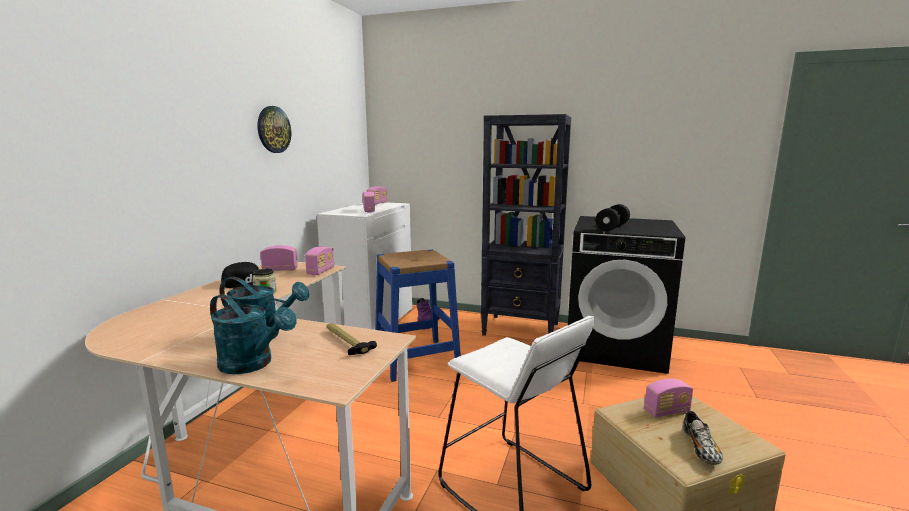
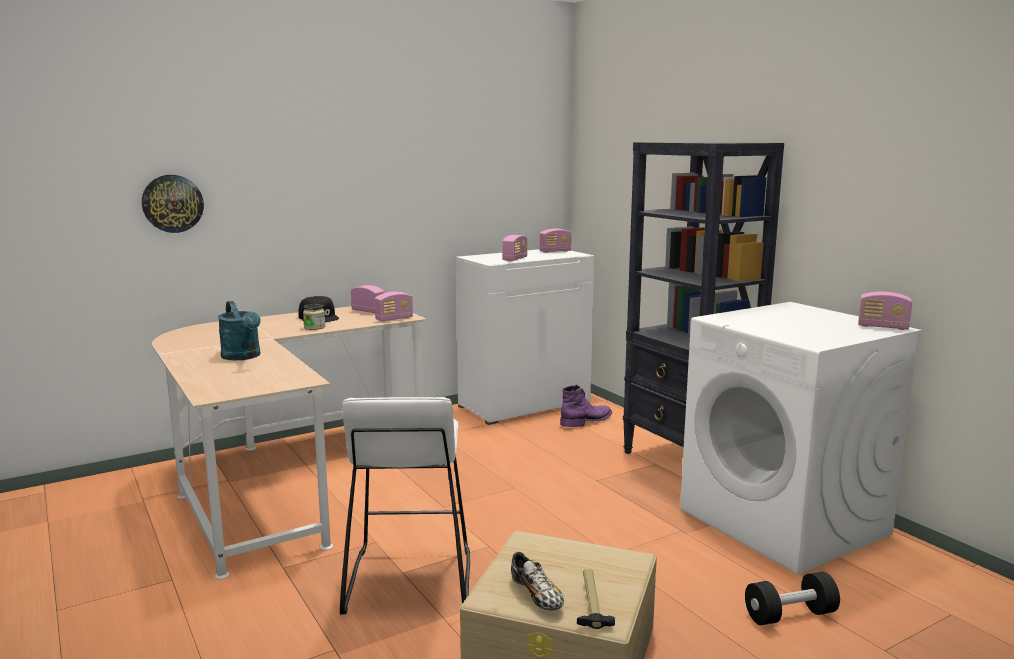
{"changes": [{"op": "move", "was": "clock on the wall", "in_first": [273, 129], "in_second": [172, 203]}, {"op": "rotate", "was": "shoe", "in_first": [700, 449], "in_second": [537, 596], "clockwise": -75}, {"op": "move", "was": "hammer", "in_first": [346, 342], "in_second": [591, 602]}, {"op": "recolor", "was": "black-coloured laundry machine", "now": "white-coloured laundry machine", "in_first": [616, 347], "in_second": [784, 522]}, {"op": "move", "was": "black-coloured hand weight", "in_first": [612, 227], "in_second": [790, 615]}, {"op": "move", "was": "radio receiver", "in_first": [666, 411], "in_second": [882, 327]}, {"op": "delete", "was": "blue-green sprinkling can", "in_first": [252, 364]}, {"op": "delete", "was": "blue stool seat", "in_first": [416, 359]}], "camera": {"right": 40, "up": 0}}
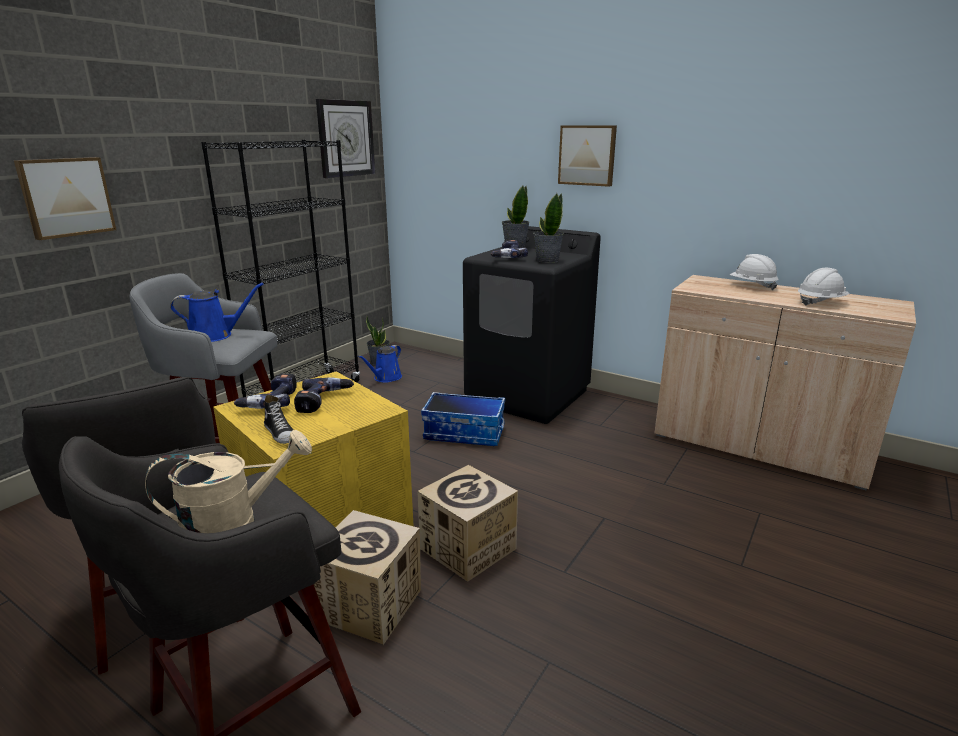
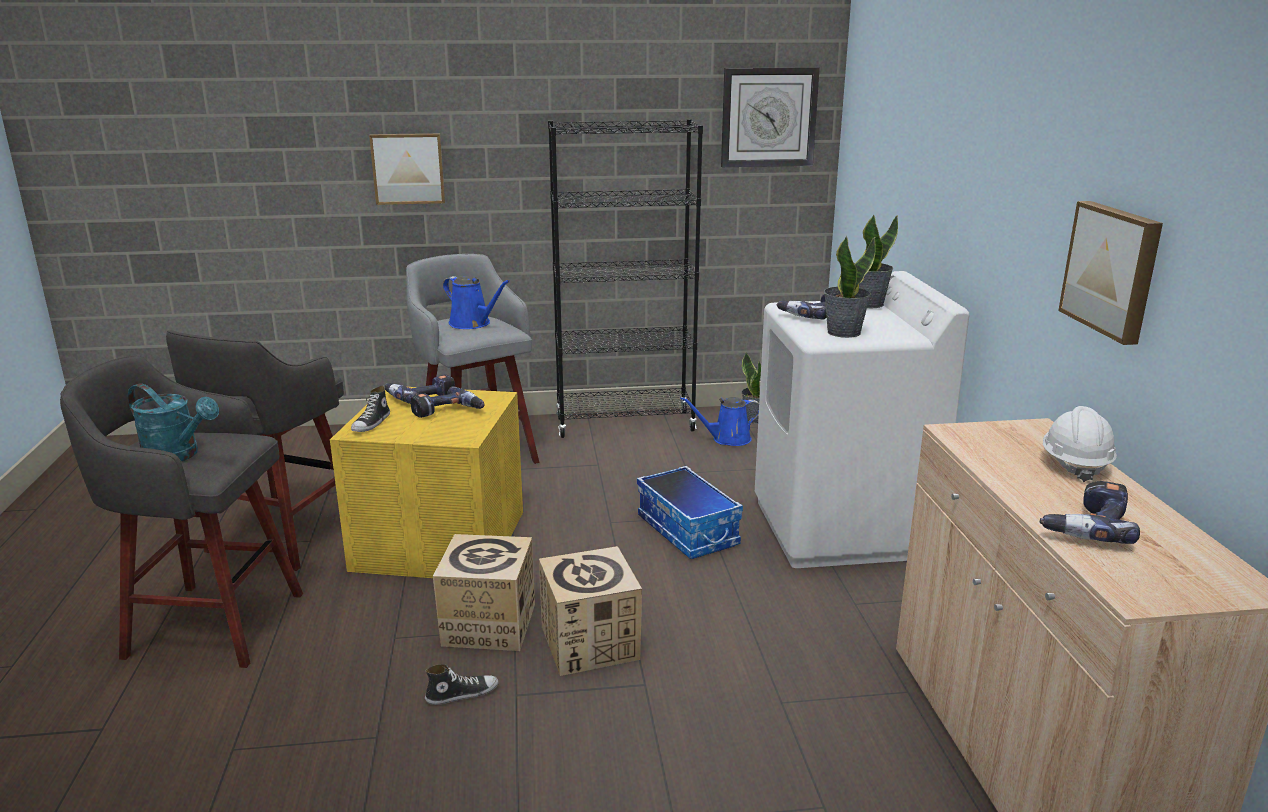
{"changes": [{"op": "recolor", "was": "sand-coloured sprinkling can", "now": "blue-green sprinkling can", "in_first": [234, 526], "in_second": [178, 456]}, {"op": "insert", "now": "shoe", "in_second": [462, 694]}, {"op": "move", "was": "packing box", "in_first": [370, 604], "in_second": [590, 643]}, {"op": "recolor", "was": "black-coloured laundry machine", "now": "white-coloured laundry machine", "in_first": [528, 396], "in_second": [841, 528]}, {"op": "replace", "was": "white-coloured safety helmet", "now": "power drill", "in_first": [820, 302], "in_second": [1086, 526]}, {"op": "move", "was": "picture", "in_first": [587, 155], "in_second": [1113, 270]}], "camera": {"right": 50, "up": 0}}
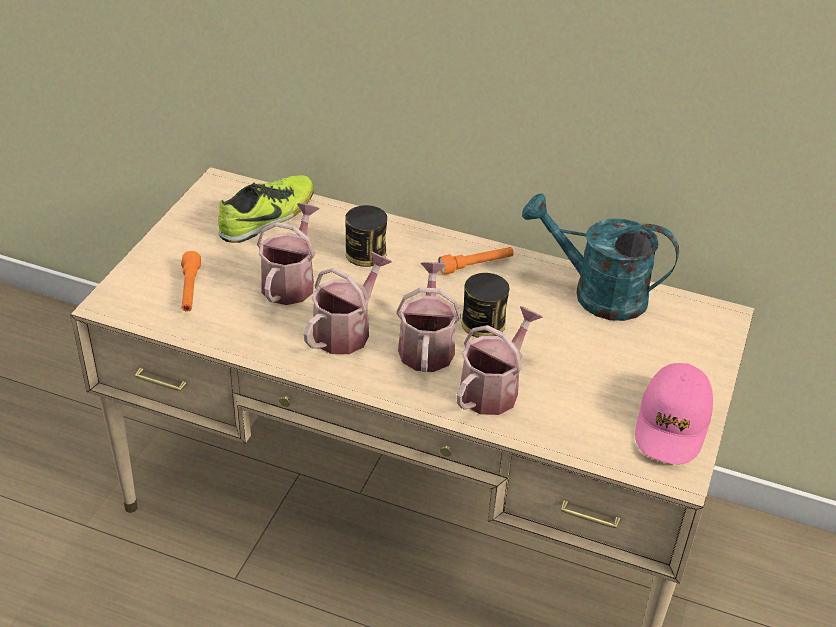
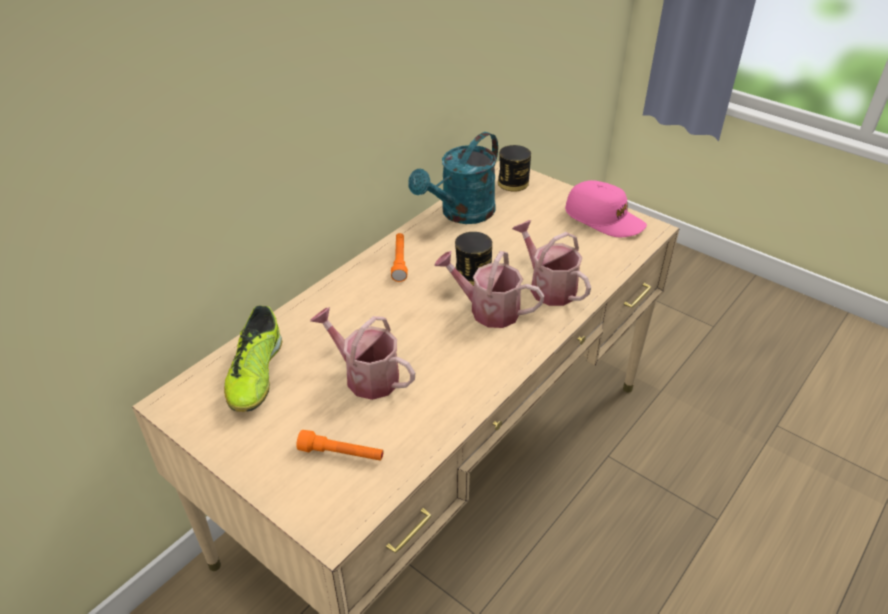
{"changes": [{"op": "rotate", "was": "shoe", "in_first": [268, 217], "in_second": [255, 374], "clockwise": -150}, {"op": "move", "was": "metal can", "in_first": [365, 254], "in_second": [513, 183]}, {"op": "delete", "was": "sprinkling can", "in_first": [346, 330]}], "camera": {"right": -70, "up": 0}}
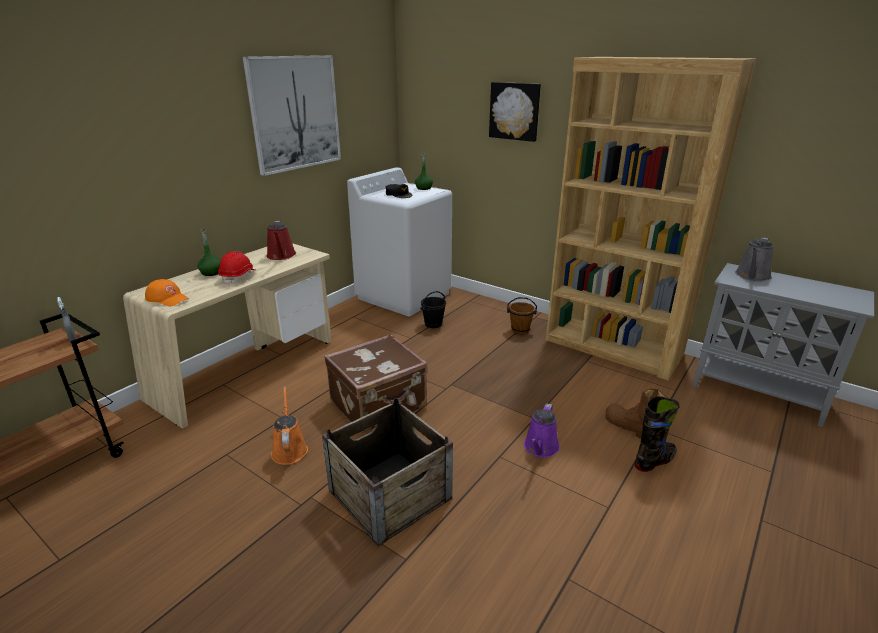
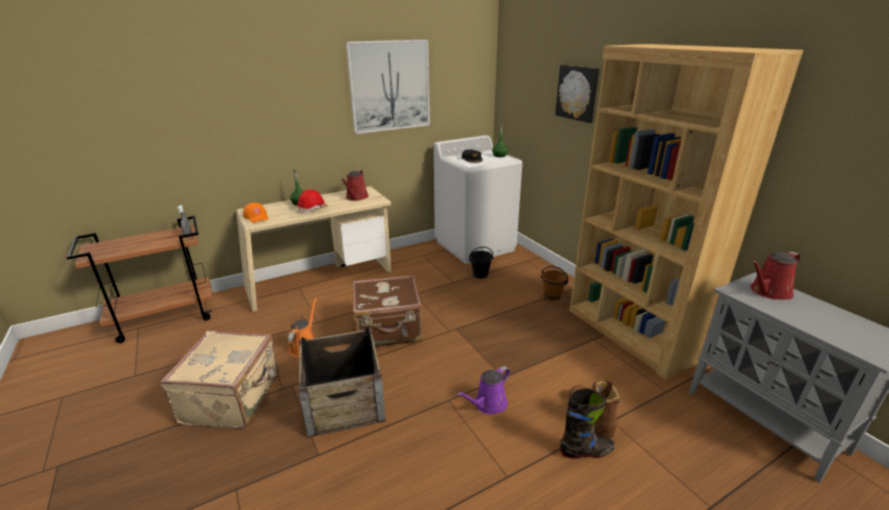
{"changes": [{"op": "insert", "now": "sand-coloured travel case", "in_second": [233, 398]}, {"op": "recolor", "was": "greyish sprinkling can", "now": "reddish sprinkling can", "in_first": [752, 276], "in_second": [768, 292]}], "camera": {"right": 25, "up": 0}}
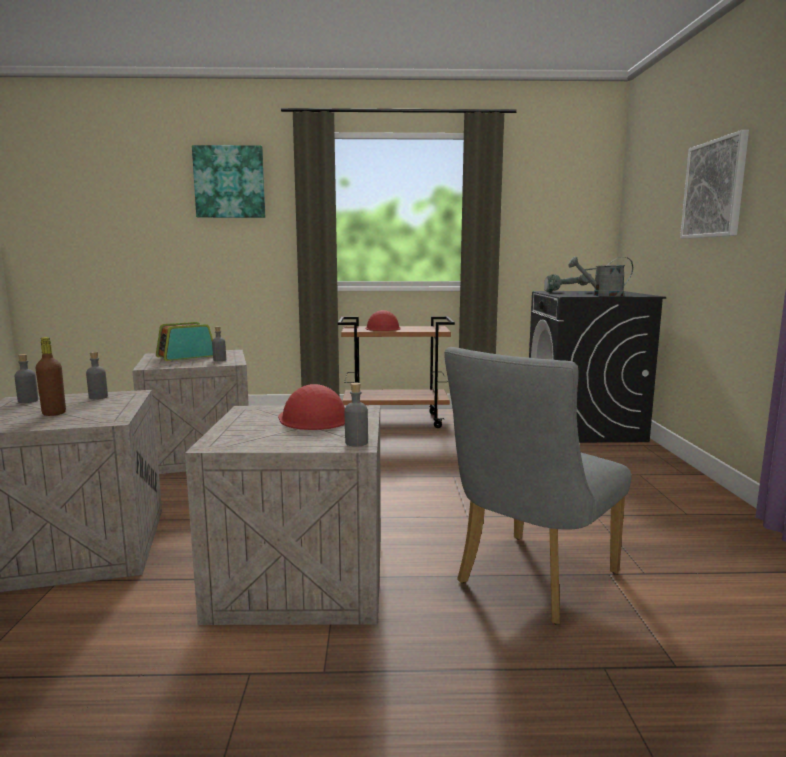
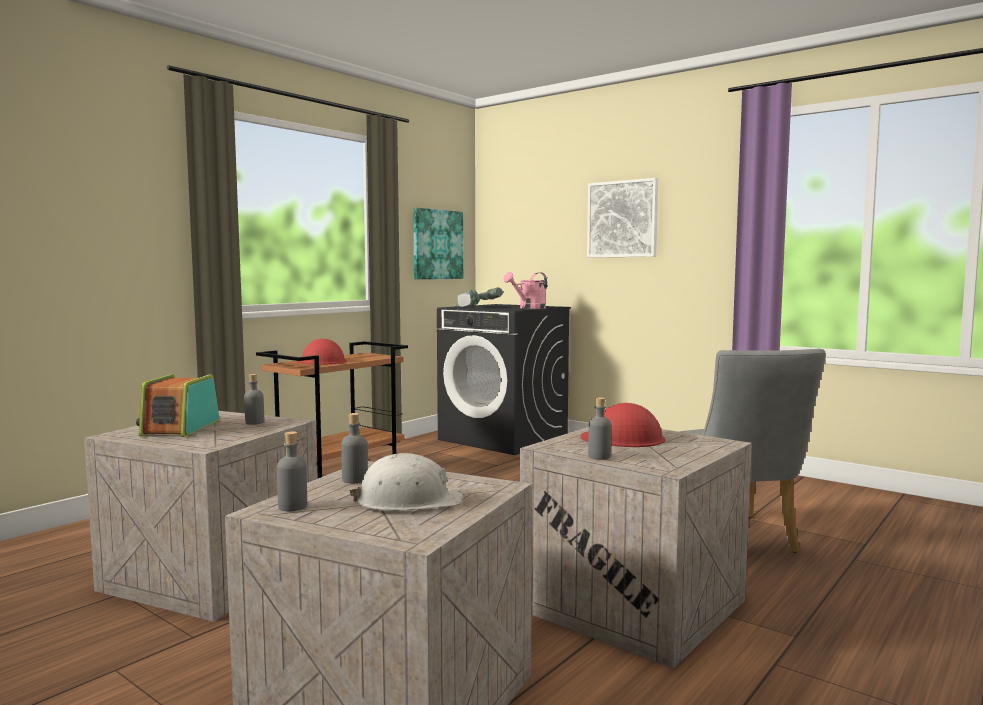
{"changes": [{"op": "replace", "was": "brownish beverage bottle", "now": "white-coloured safety helmet", "in_first": [54, 413], "in_second": [408, 501]}, {"op": "move", "was": "picture", "in_first": [229, 182], "in_second": [437, 244]}, {"op": "recolor", "was": "greyish sprinkling can", "now": "pink sprinkling can", "in_first": [602, 295], "in_second": [528, 308]}, {"op": "move", "was": "greyish beverage bottle", "in_first": [356, 443], "in_second": [599, 456]}], "camera": {"right": -50, "up": -5}}
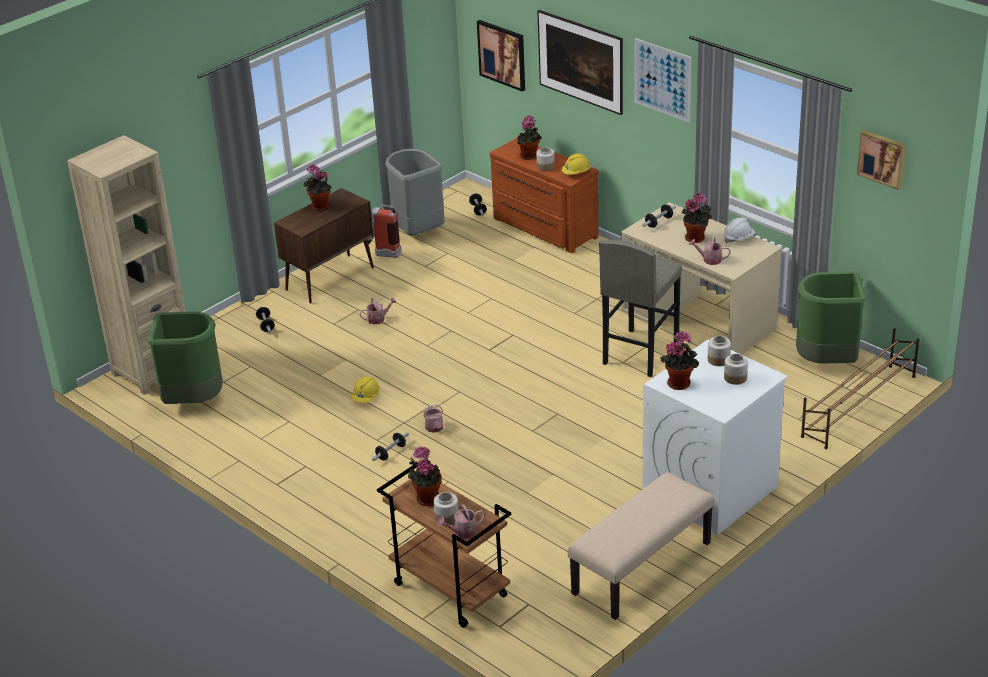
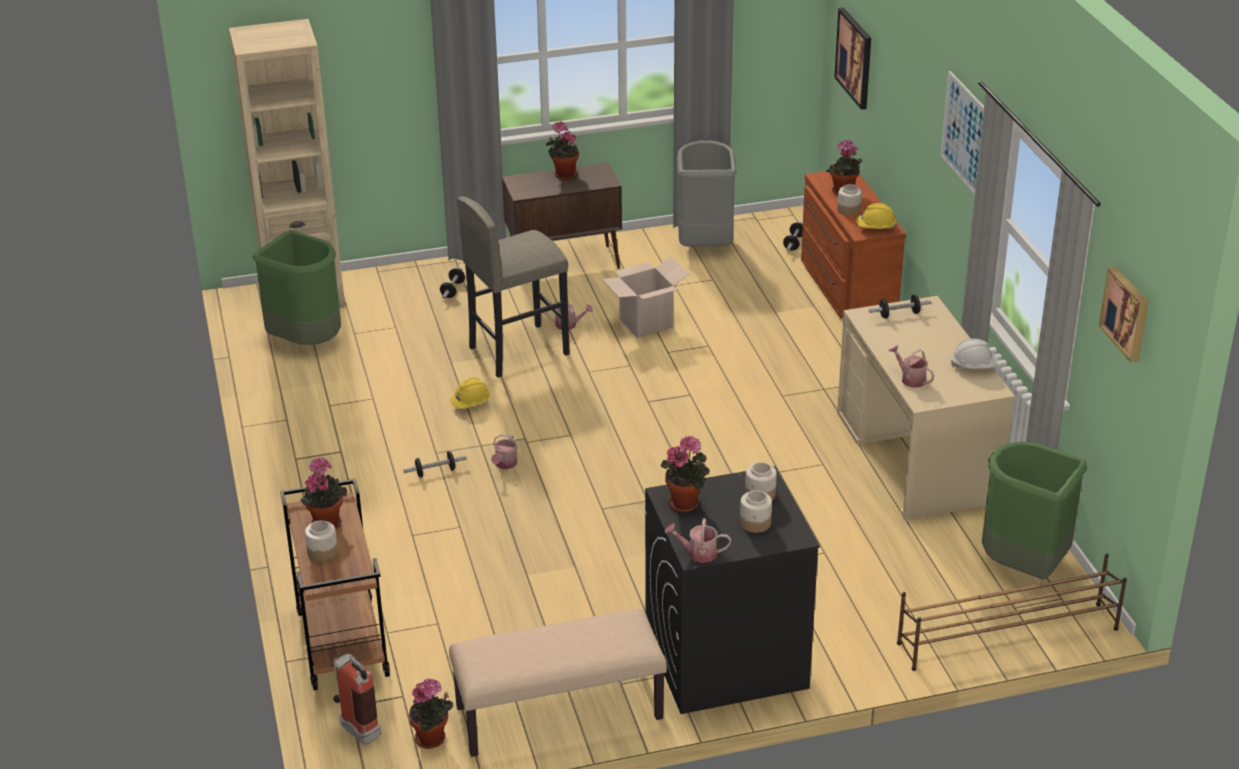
{"changes": [{"op": "move", "was": "fire-fighting cylinder", "in_first": [383, 254], "in_second": [355, 727]}, {"op": "move", "was": "potted plant", "in_first": [696, 238], "in_second": [433, 739]}, {"op": "move", "was": "greyish stool seat", "in_first": [639, 353], "in_second": [518, 350]}, {"op": "insert", "now": "packing box", "in_second": [646, 323]}, {"op": "recolor", "was": "white-coloured laundry machine", "now": "black-coloured laundry machine", "in_first": [710, 491], "in_second": [725, 659]}, {"op": "move", "was": "sprinkling can", "in_first": [462, 532], "in_second": [698, 553]}, {"op": "delete", "was": "picture", "in_first": [581, 80]}], "camera": {"right": 30, "up": 0}}
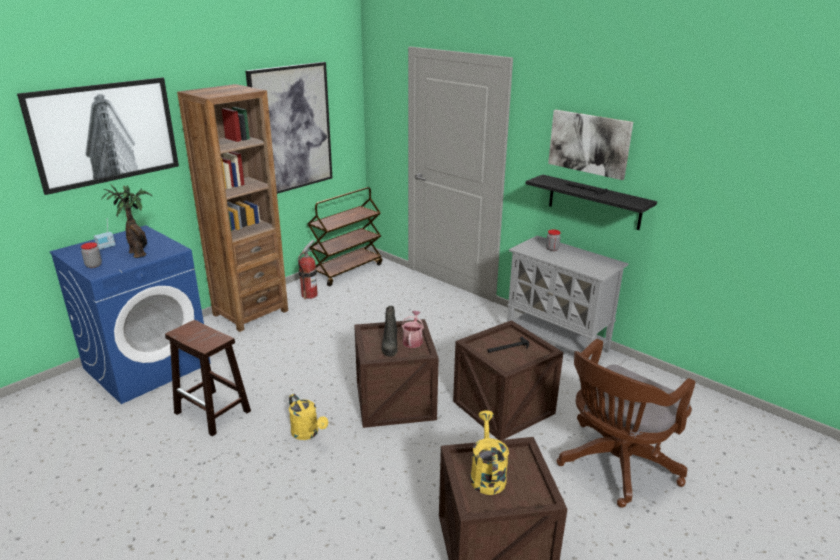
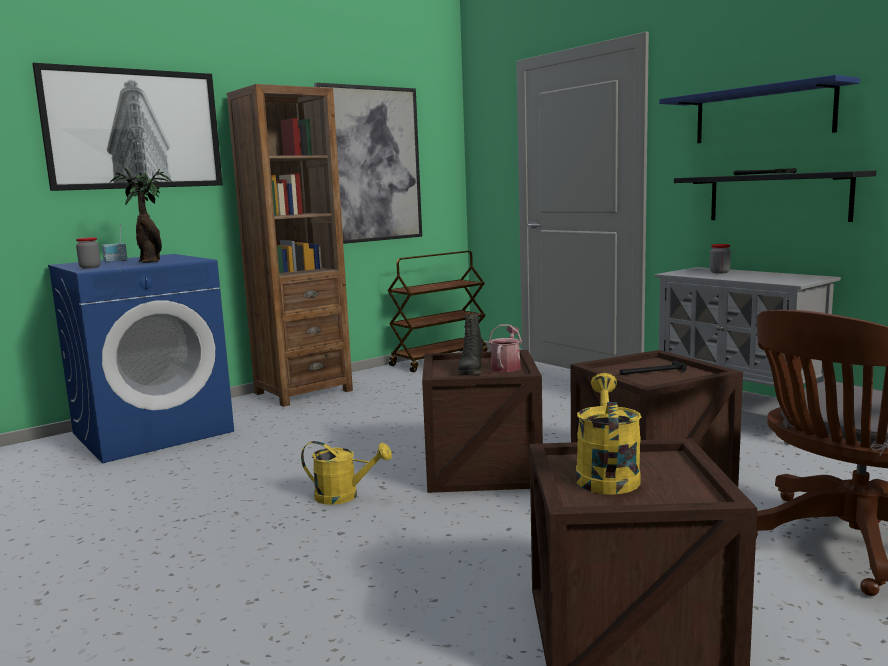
{"changes": [{"op": "rotate", "was": "yellow-coloured sprinkling can", "in_first": [308, 433], "in_second": [344, 496], "clockwise": -45}, {"op": "replace", "was": "picture", "now": "blue shelf", "in_first": [589, 143], "in_second": [763, 114]}, {"op": "delete", "was": "brownish stool seat", "in_first": [213, 412]}, {"op": "delete", "was": "fire-fighting cylinder", "in_first": [309, 295]}], "camera": {"right": 10, "up": -15}}
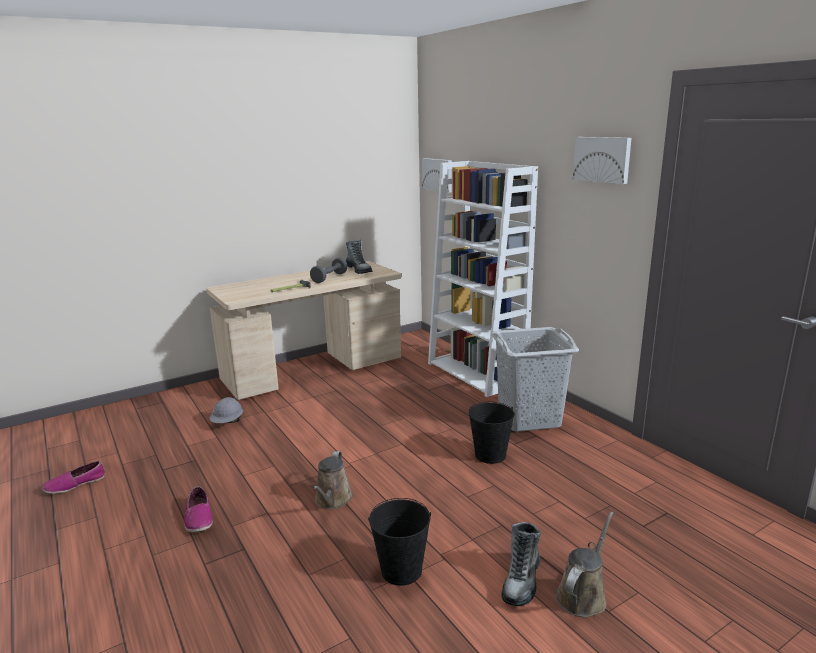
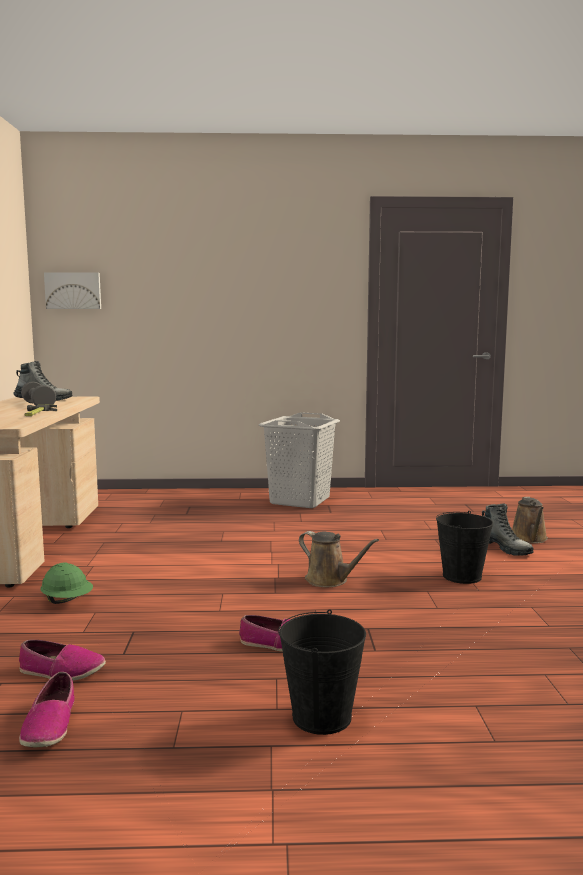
{"changes": [{"op": "insert", "now": "shoe", "in_second": [61, 671]}, {"op": "recolor", "was": "greyish safety helmet", "now": "green safety helmet", "in_first": [228, 423], "in_second": [68, 601]}, {"op": "move", "was": "black-coloured pail", "in_first": [490, 455], "in_second": [322, 716]}, {"op": "rotate", "was": "brownish sprinkling can", "in_first": [583, 595], "in_second": [529, 539], "clockwise": -150}, {"op": "delete", "was": "white-coloured bookcase", "in_first": [477, 373]}, {"op": "delete", "was": "picture", "in_first": [602, 159]}], "camera": {"right": -60, "up": -10}}
